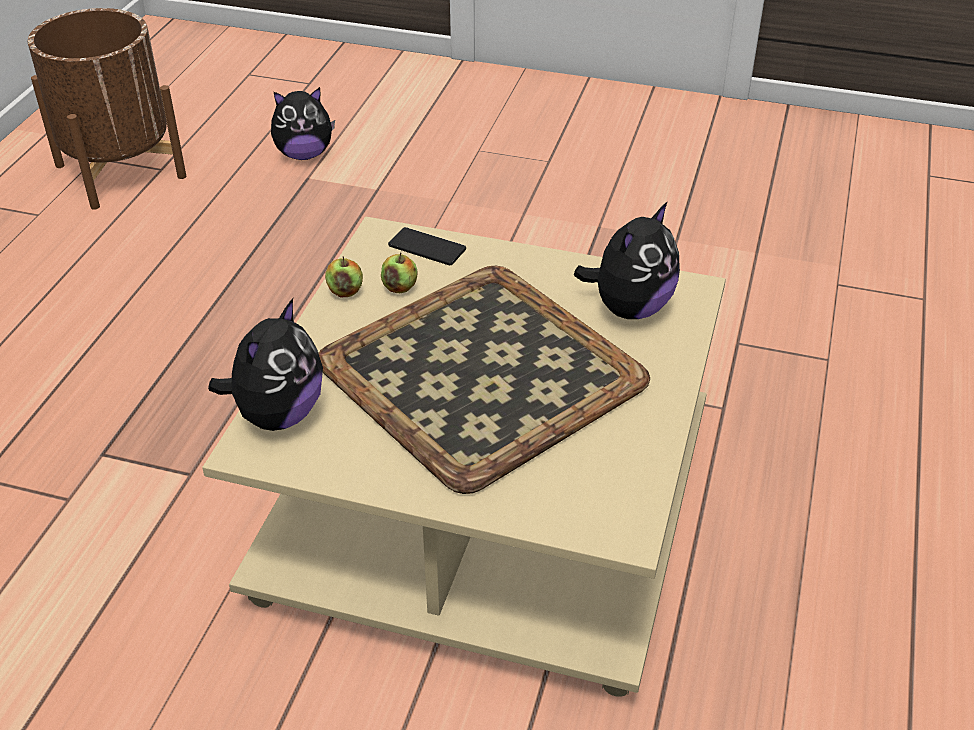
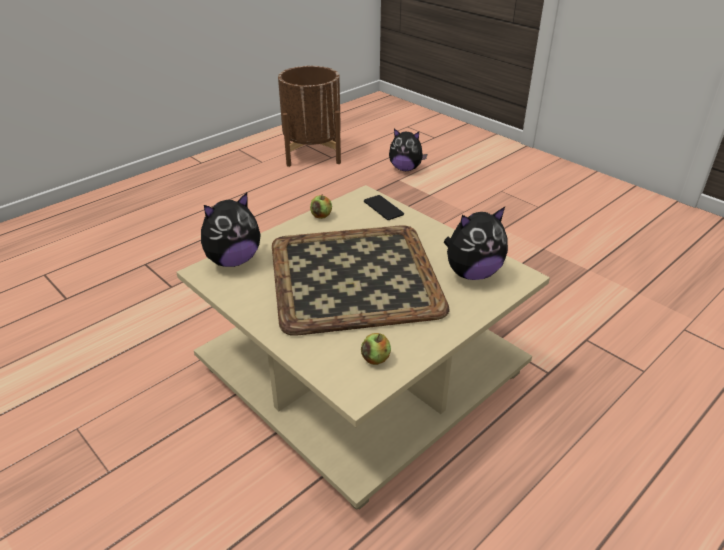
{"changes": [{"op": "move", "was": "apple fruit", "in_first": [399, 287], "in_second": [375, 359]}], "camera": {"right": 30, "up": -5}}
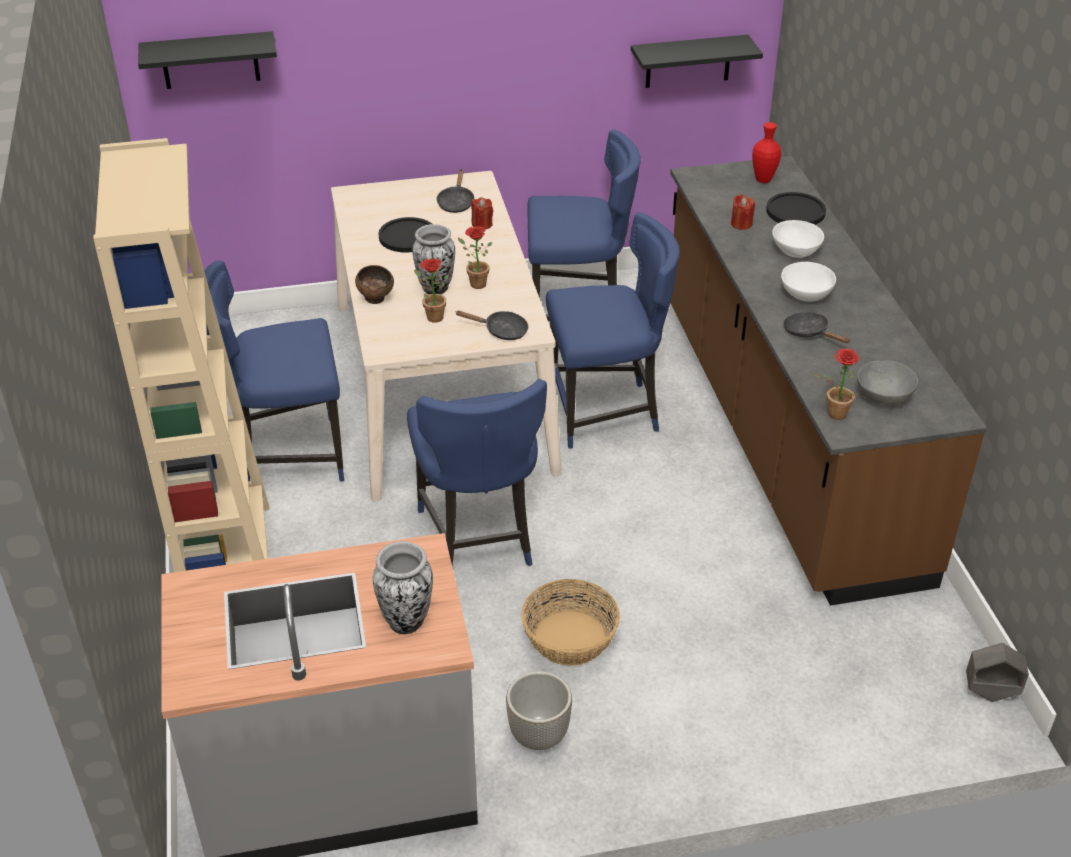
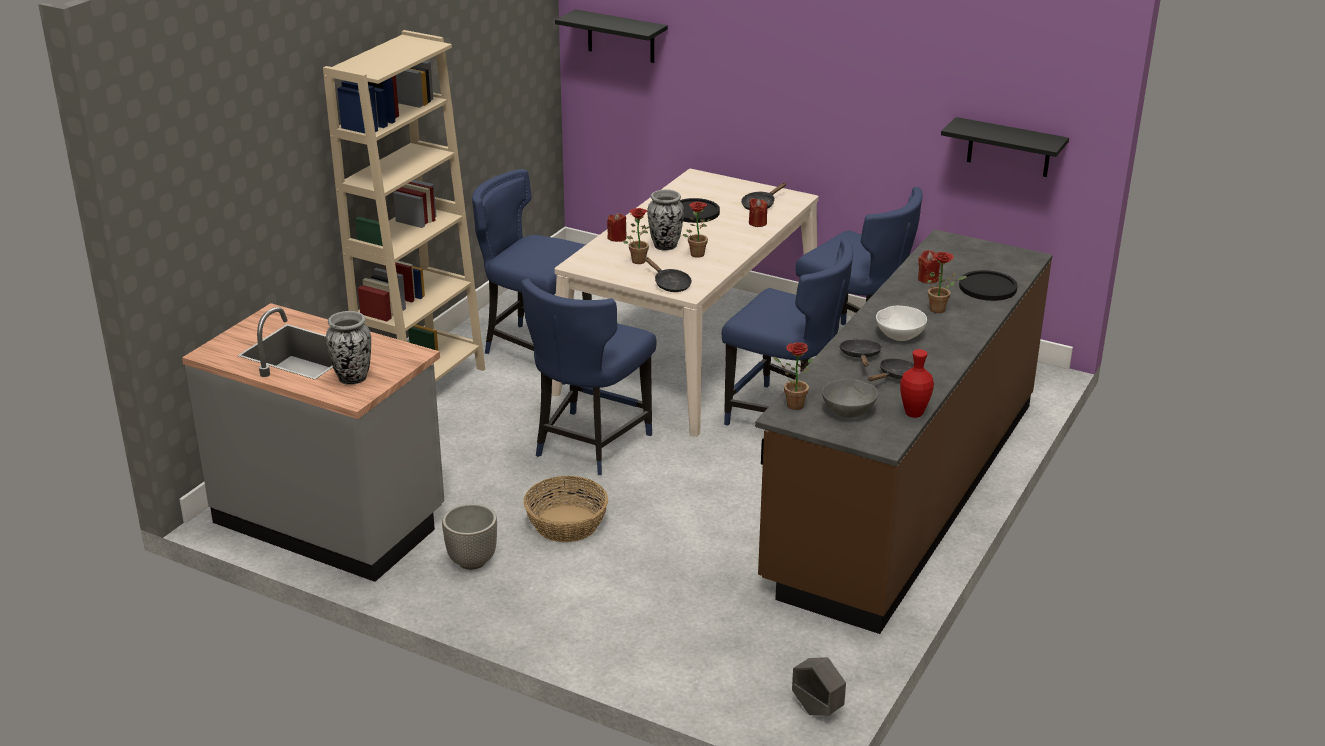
{"changes": [{"op": "replace", "was": "brownish bowl", "now": "reddish wax light", "in_first": [376, 300], "in_second": [617, 238]}, {"op": "insert", "now": "black-coloured pan", "in_second": [896, 377]}, {"op": "move", "was": "reddish flower vase", "in_first": [763, 180], "in_second": [914, 413]}, {"op": "replace", "was": "white-coloured bowl", "now": "potted plant", "in_first": [795, 251], "in_second": [941, 309]}], "camera": {"right": 40, "up": -10}}
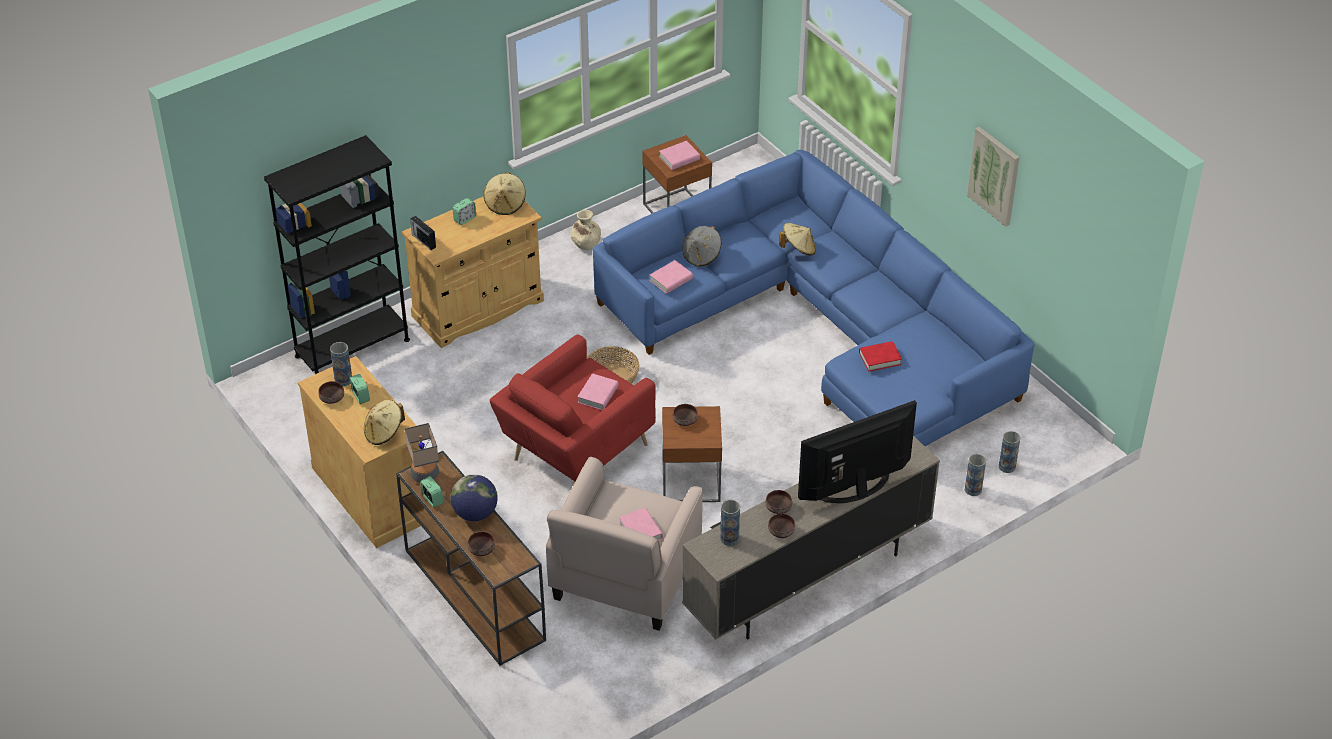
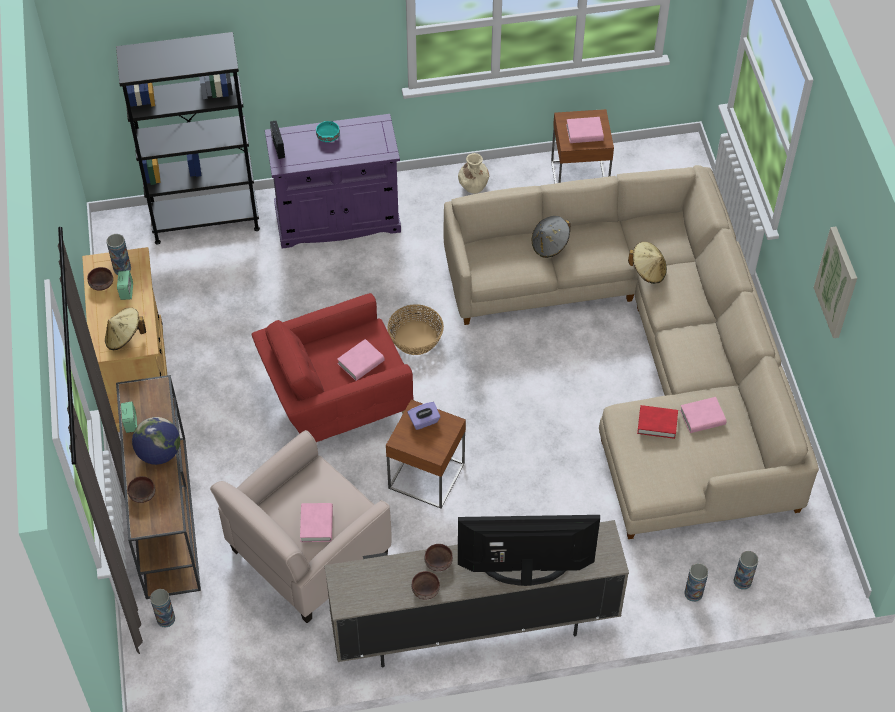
{"changes": [{"op": "move", "was": "flower vase", "in_first": [729, 538], "in_second": [166, 619]}, {"op": "recolor", "was": "sand-coloured storage cabinet", "now": "purple-coloured storage cabinet", "in_first": [478, 308], "in_second": [337, 219]}, {"op": "replace", "was": "bedside clock", "now": "blue-green bowl", "in_first": [464, 219], "in_second": [328, 136]}, {"op": "replace", "was": "brownish bowl", "now": "purple-coloured box of tissues", "in_first": [685, 419], "in_second": [424, 421]}, {"op": "recolor", "was": "blue sofa", "now": "sand-coloured sofa", "in_first": [821, 326], "in_second": [646, 354]}, {"op": "move", "was": "pink bound book", "in_first": [671, 280], "in_second": [702, 417]}, {"op": "delete", "was": "tabletop lamp", "in_first": [425, 475]}, {"op": "delete", "was": "sand-coloured clothing hat", "in_first": [505, 204]}], "camera": {"right": 25, "up": 10}}
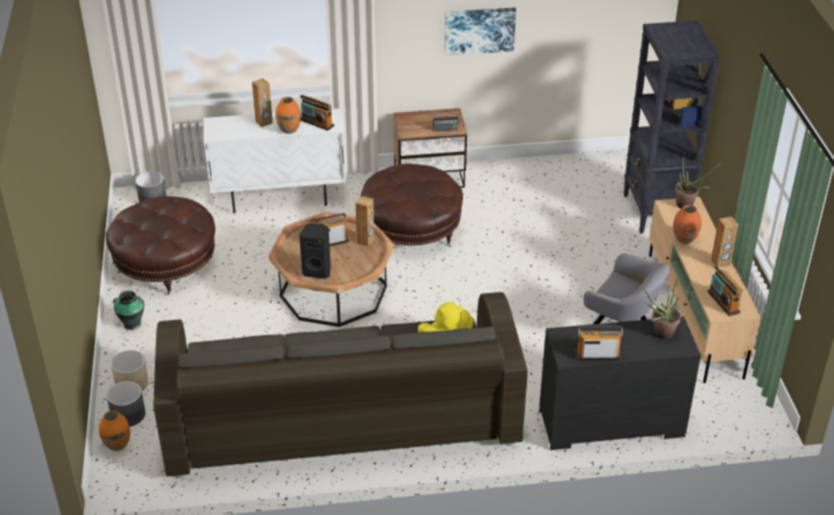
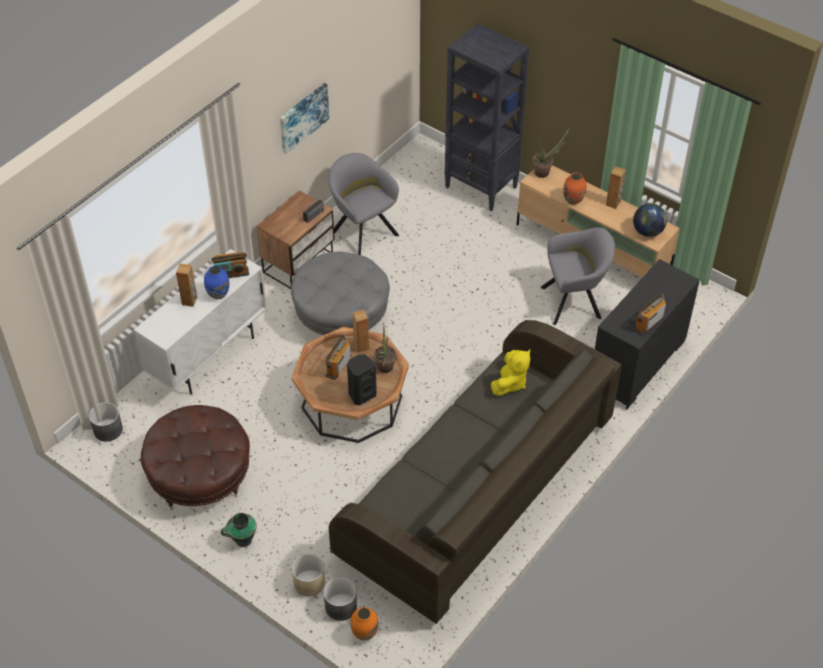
{"changes": [{"op": "recolor", "was": "orangey flower vase", "now": "blue flower vase", "in_first": [288, 130], "in_second": [218, 294]}, {"op": "recolor", "was": "brownish footrest", "now": "greyish footrest", "in_first": [411, 230], "in_second": [341, 314]}, {"op": "insert", "now": "greyish lounge chair", "in_second": [362, 231]}, {"op": "move", "was": "potted plant", "in_first": [660, 334], "in_second": [384, 369]}, {"op": "replace", "was": "radio receiver", "now": "desk globe", "in_first": [723, 302], "in_second": [648, 231]}], "camera": {"right": -45, "up": 10}}
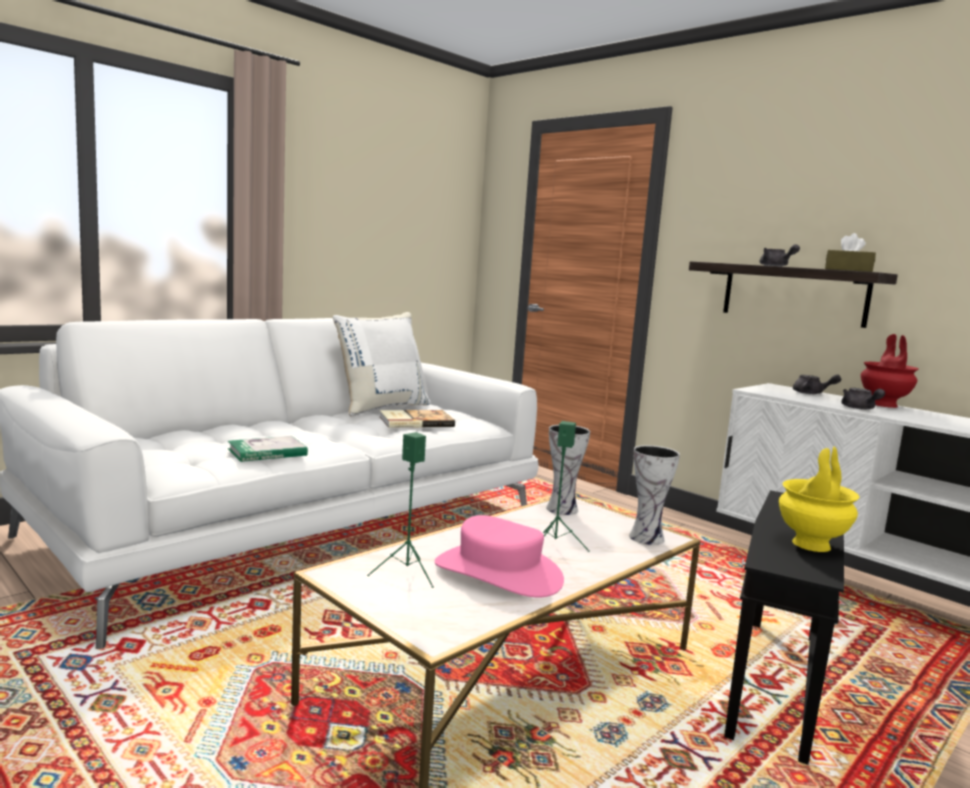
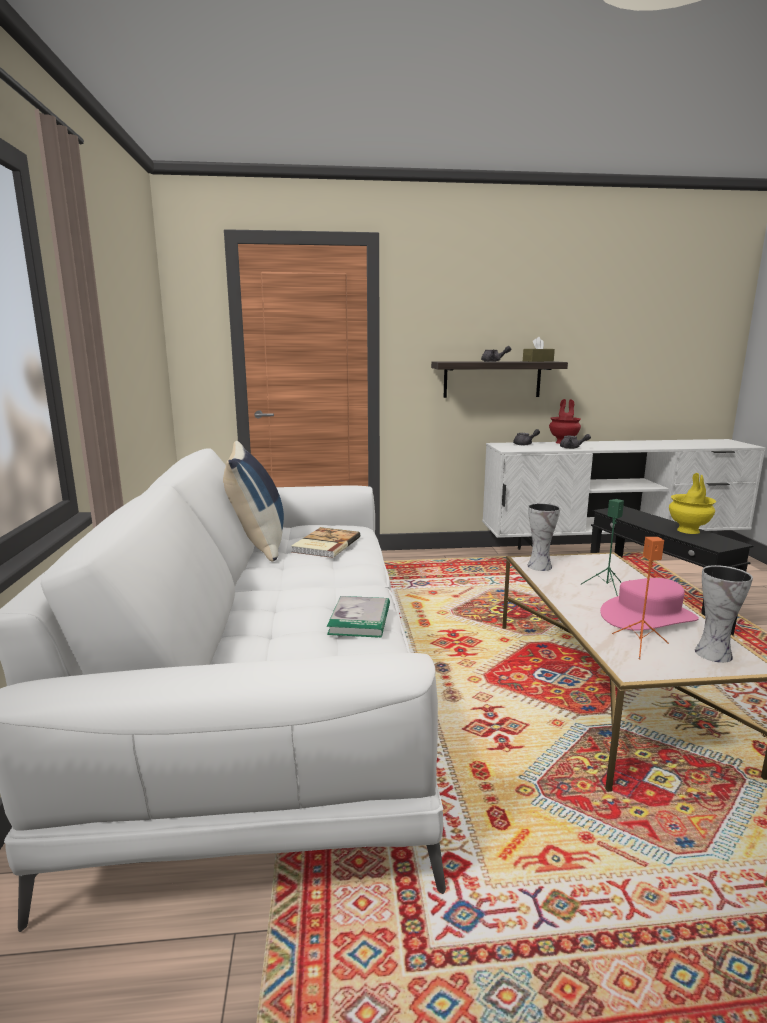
{"changes": [{"op": "recolor", "was": "white-coloured pillow", "now": "blue pillow", "in_first": [381, 407], "in_second": [257, 544]}, {"op": "recolor", "was": "green loudspeaker", "now": "orangey loudspeaker", "in_first": [406, 573], "in_second": [640, 645]}, {"op": "move", "was": "flower vase", "in_first": [647, 537], "in_second": [712, 653]}], "camera": {"right": -50, "up": 5}}
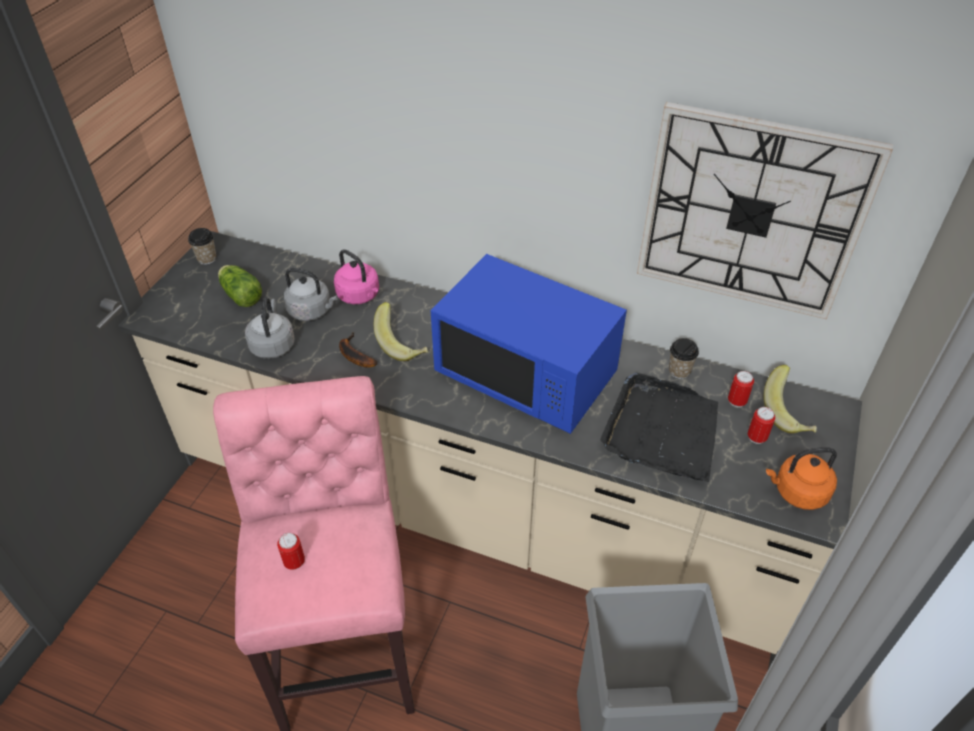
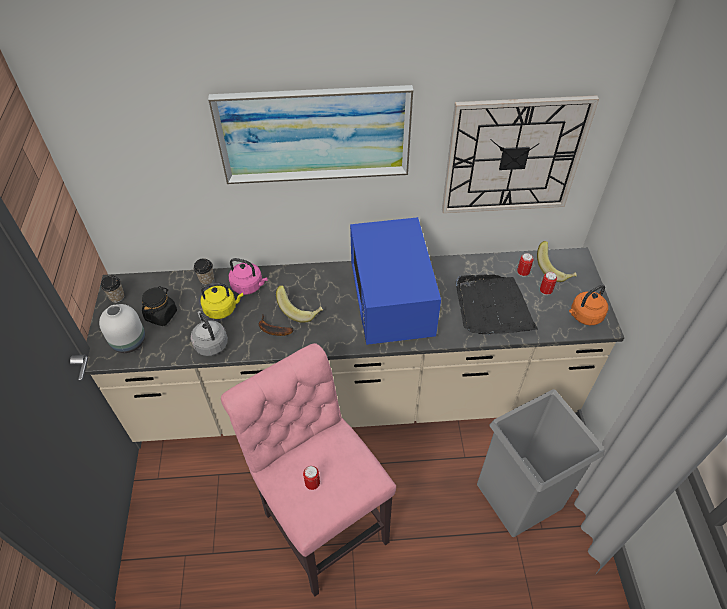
{"changes": [{"op": "insert", "now": "white-coloured flower vase", "in_second": [128, 342]}, {"op": "replace", "was": "head of lettuce", "now": "black-coloured preserve jar", "in_first": [240, 294], "in_second": [161, 315]}, {"op": "move", "was": "cup", "in_first": [679, 371], "in_second": [207, 280]}, {"op": "recolor", "was": "greyish tea kettle", "now": "yellow-coloured tea kettle", "in_first": [312, 311], "in_second": [222, 309]}, {"op": "insert", "now": "picture", "in_second": [314, 134]}, {"op": "rotate", "was": "blue microwave oven", "in_first": [526, 375], "in_second": [392, 302], "clockwise": 75}], "camera": {"right": -25, "up": 5}}
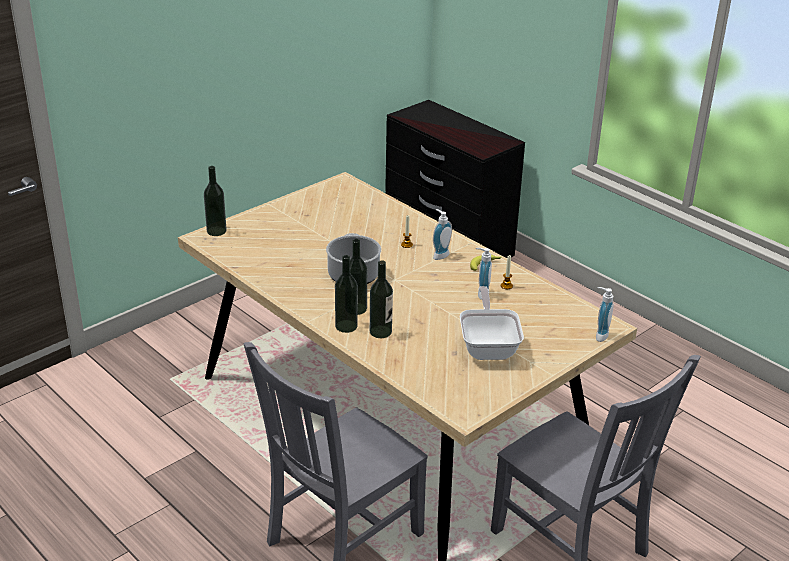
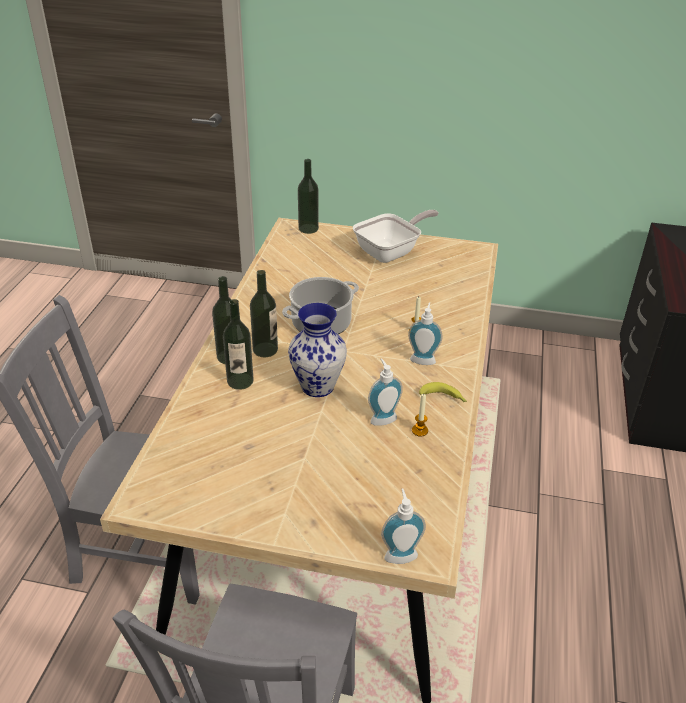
{"changes": [{"op": "insert", "now": "flower vase", "in_second": [318, 387]}, {"op": "move", "was": "pan", "in_first": [489, 346], "in_second": [391, 252]}], "camera": {"right": 55, "up": 5}}
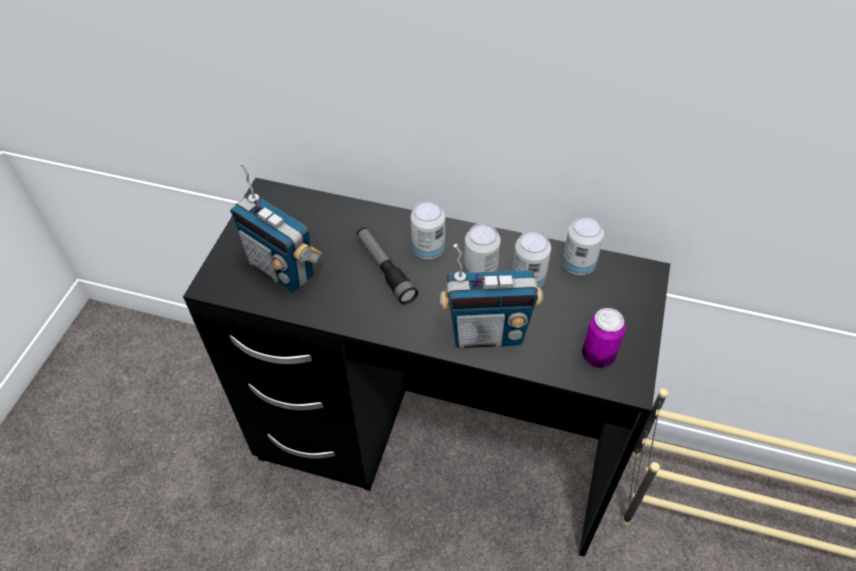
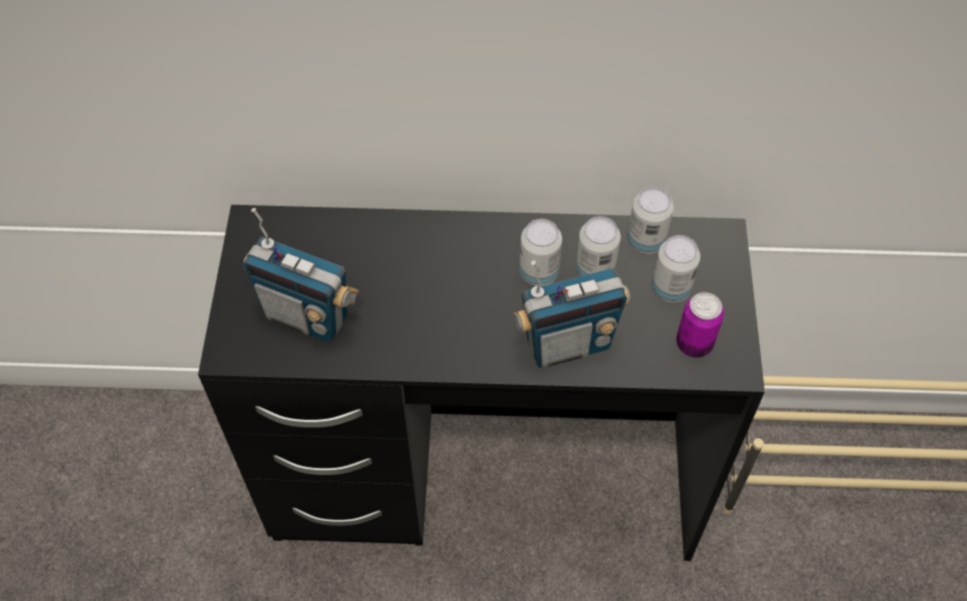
{"changes": [{"op": "move", "was": "metal can", "in_first": [428, 249], "in_second": [670, 289]}, {"op": "delete", "was": "hand torch", "in_first": [385, 269]}], "camera": {"right": -15, "up": 5}}
